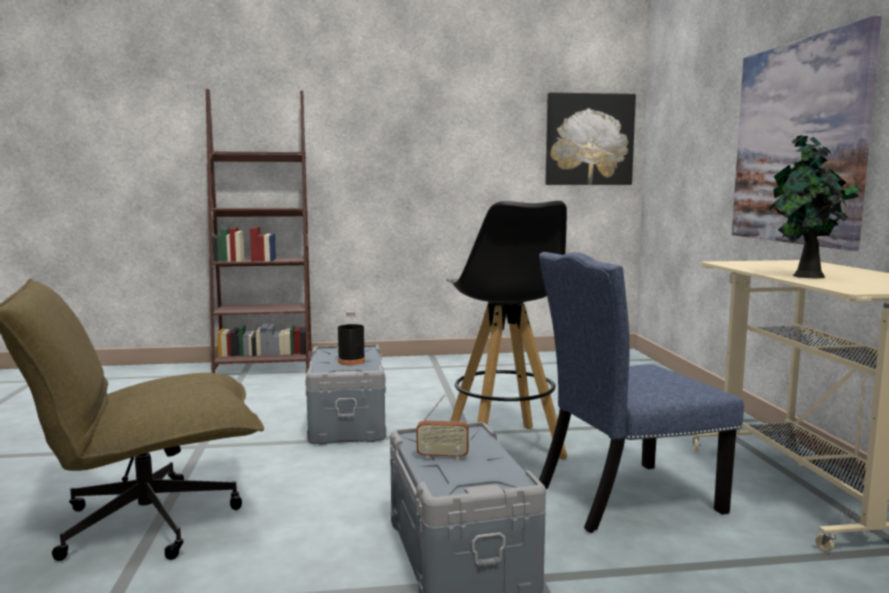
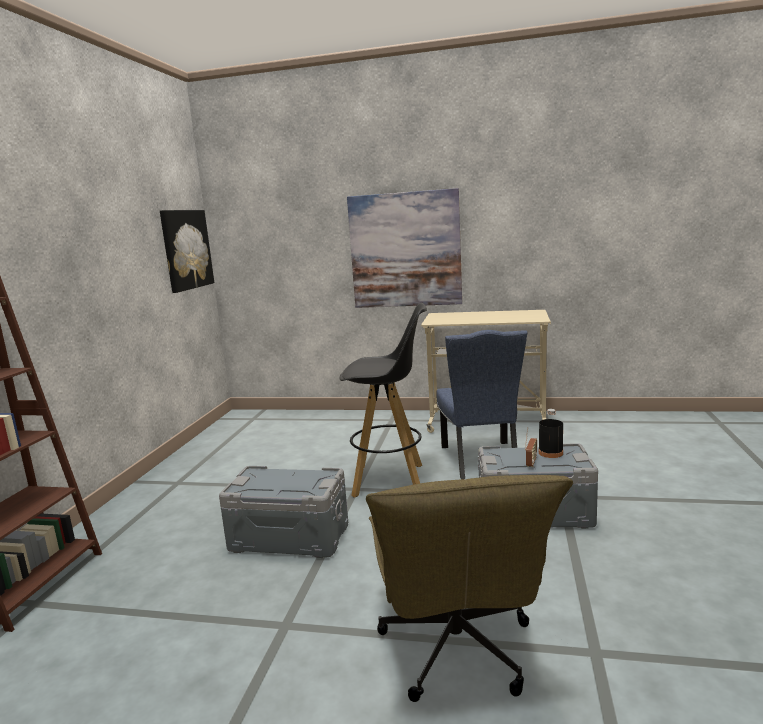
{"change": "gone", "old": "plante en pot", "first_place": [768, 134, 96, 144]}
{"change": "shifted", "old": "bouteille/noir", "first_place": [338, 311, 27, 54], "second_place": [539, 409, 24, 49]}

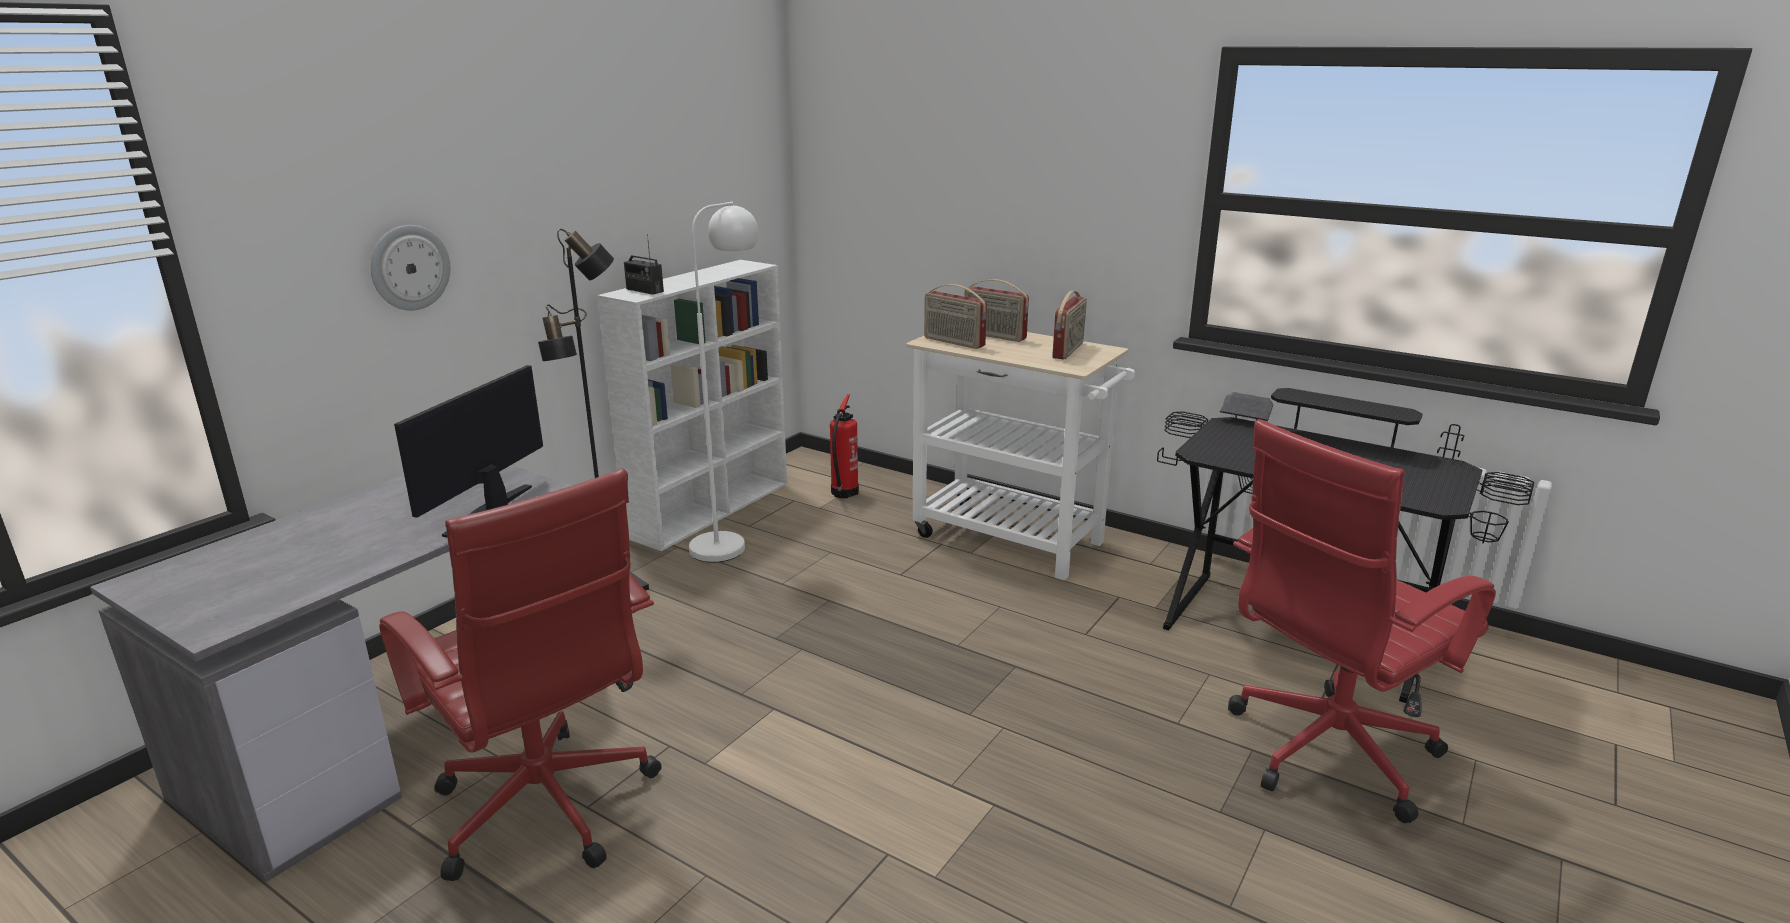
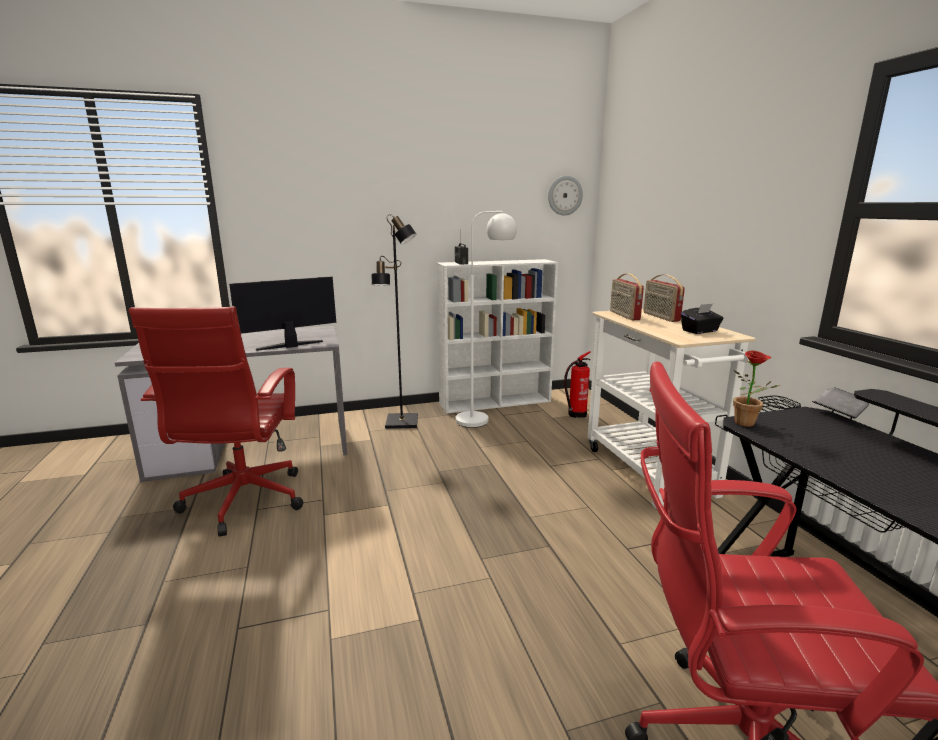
{"change": "shifted", "old": "horloge murale", "first_place": [370, 225, 80, 86], "second_place": [548, 176, 35, 40]}
{"change": "swapped", "old": "radio", "new": "boîte à mouchoirs/noir", "first_place": [1052, 291, 35, 68], "second_place": [681, 304, 43, 30]}
{"change": "new", "new": "plante en pot", "second_place": [733, 350, 47, 77]}

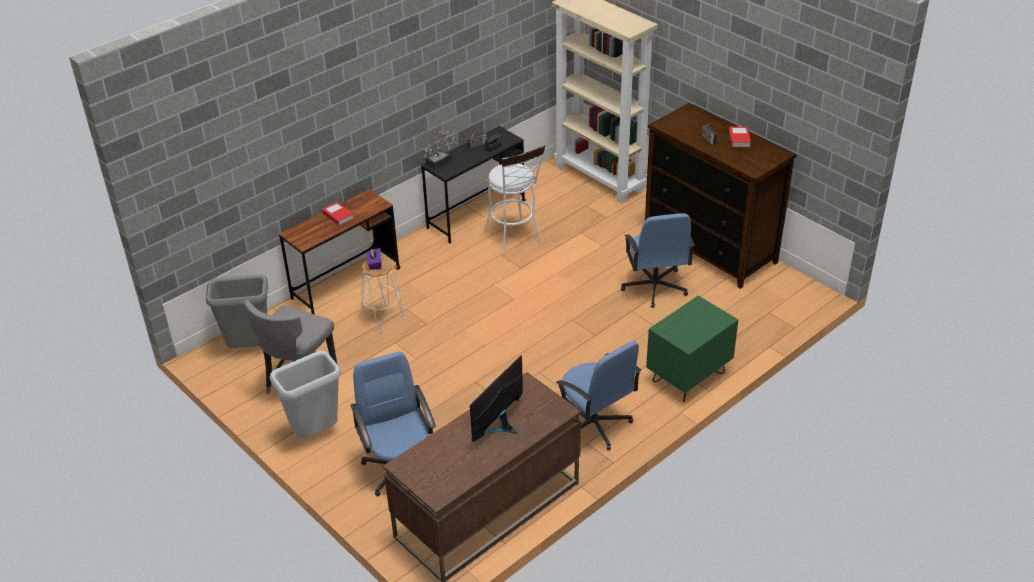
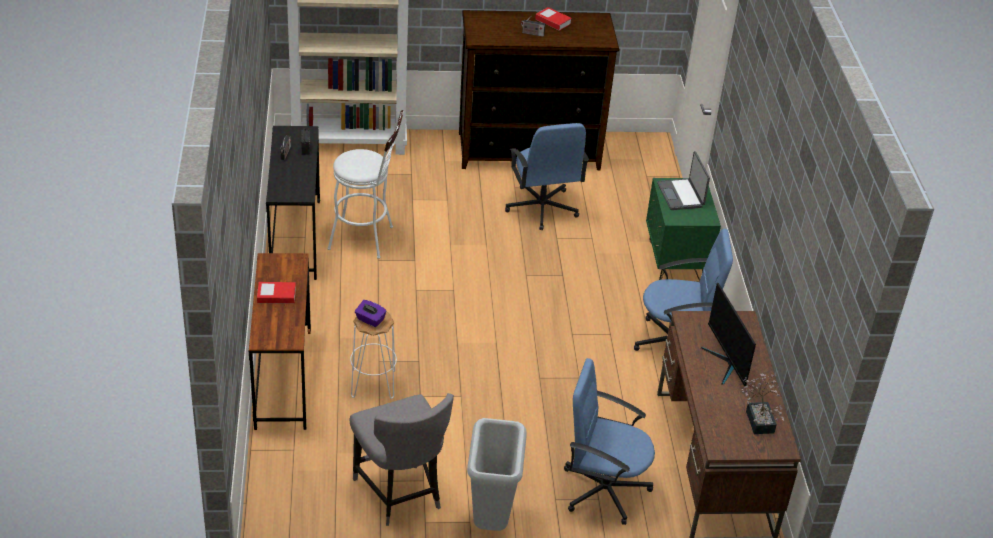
{"change": "shifted", "old": "plante en pot", "first_place": [424, 131, 32, 39], "second_place": [742, 374, 42, 60]}
{"change": "rotated", "old": "chaise de bureau/bleu", "first_place": [621, 213, 74, 95], "second_place": [505, 123, 84, 107], "degrees": 45}
{"change": "gone", "old": "poubelle/gris", "first_place": [206, 274, 62, 74]}
{"change": "new", "new": "ordinateur portable", "second_place": [657, 151, 53, 59]}

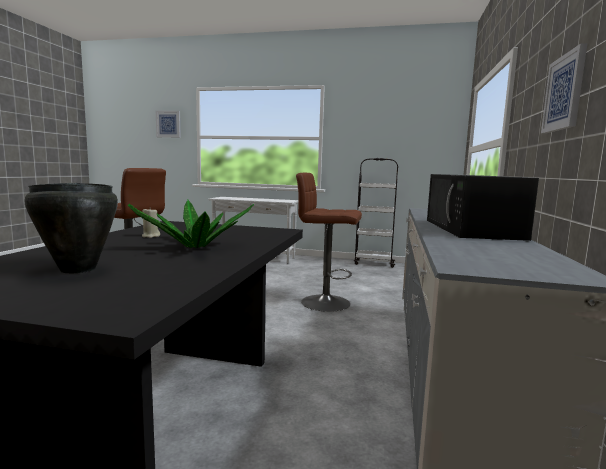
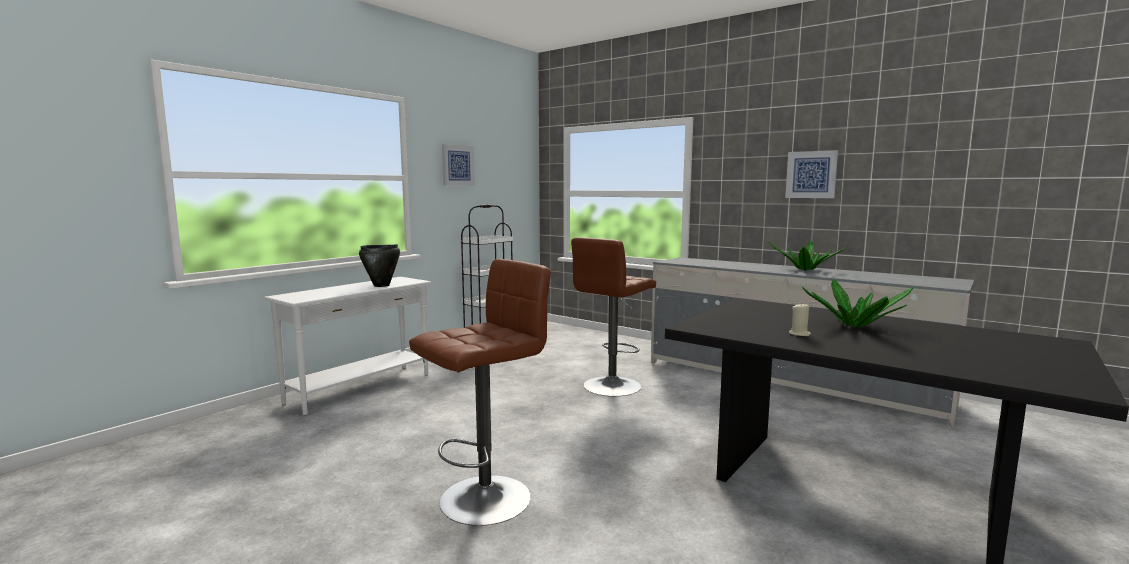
{"change": "shifted", "old": "tableau", "first_place": [156, 111, 25, 27], "second_place": [442, 144, 33, 42]}
{"change": "swapped", "old": "micro-ondes/noir", "new": "plante en pot", "first_place": [427, 174, 112, 67], "second_place": [769, 241, 80, 29]}
{"change": "shifted", "old": "marmite/noir", "first_place": [24, 183, 94, 90], "second_place": [359, 244, 41, 43]}

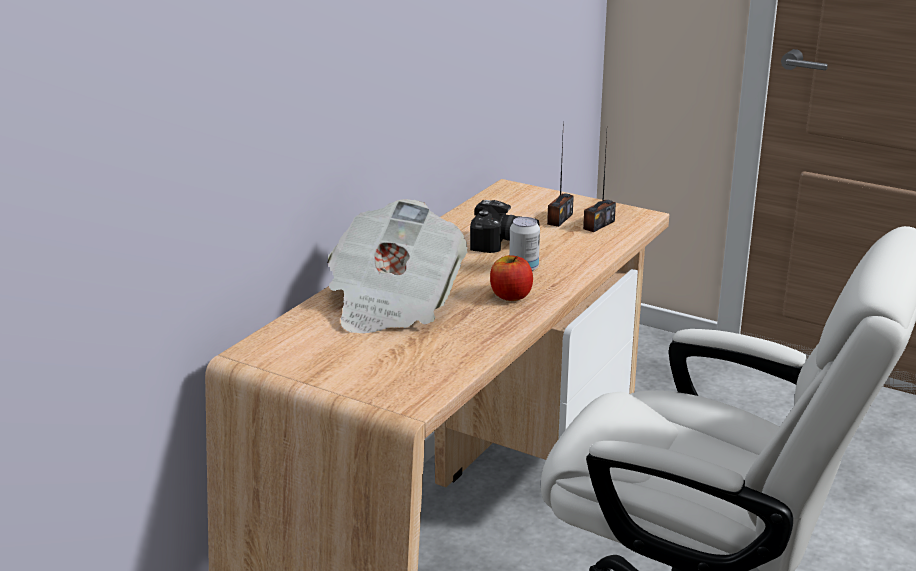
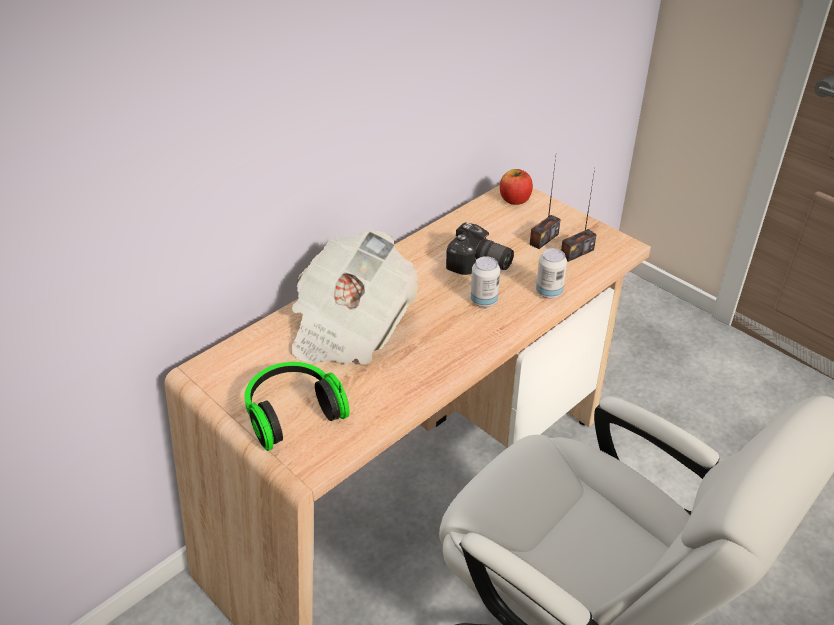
{"change": "shifted", "old": "pomme", "first_place": [490, 255, 43, 46], "second_place": [500, 169, 33, 36]}
{"change": "new", "new": "boîte métallique", "second_place": [536, 248, 31, 51]}
{"change": "new", "new": "casque audio", "second_place": [244, 362, 105, 89]}

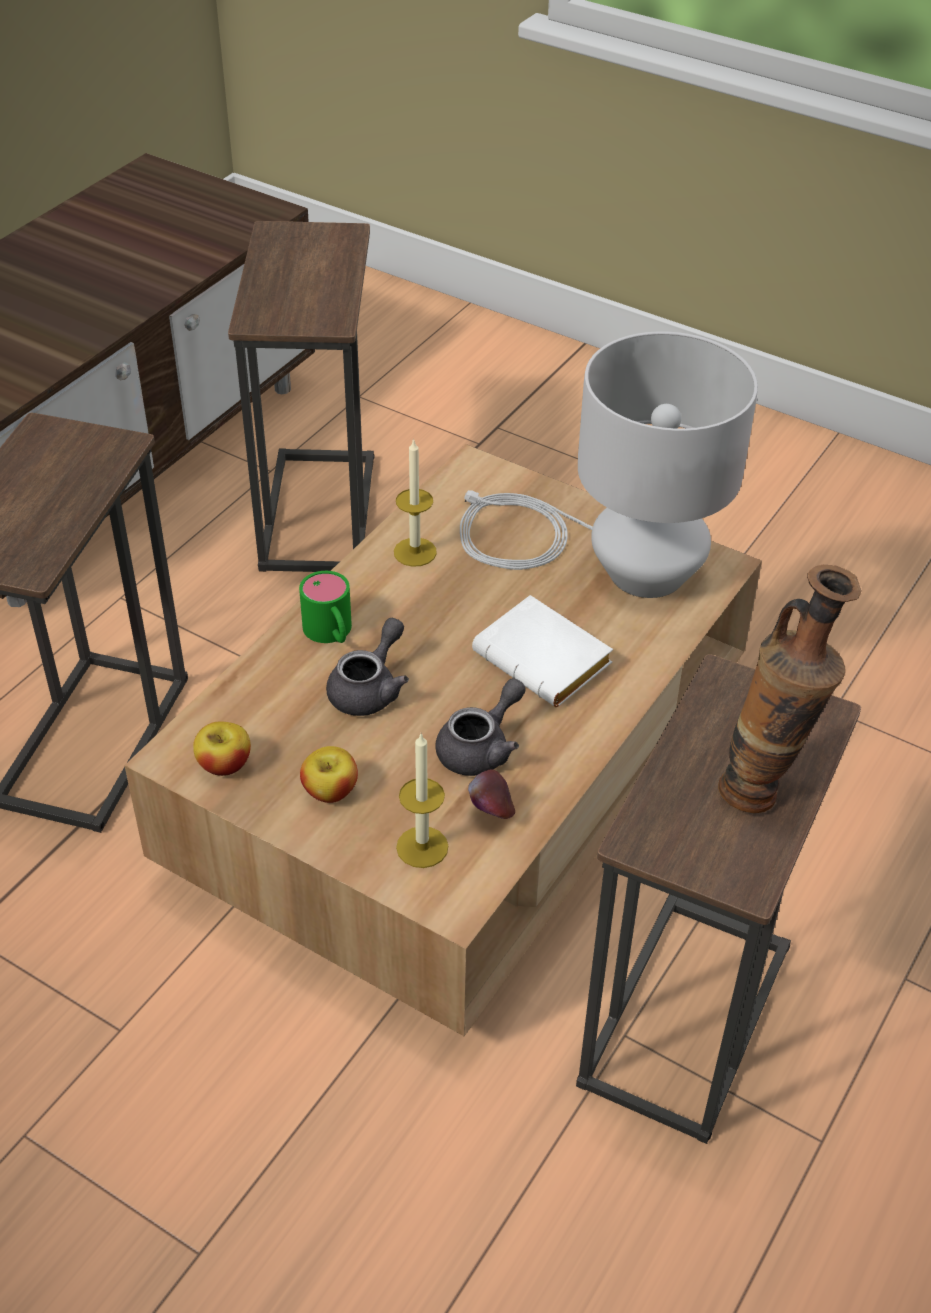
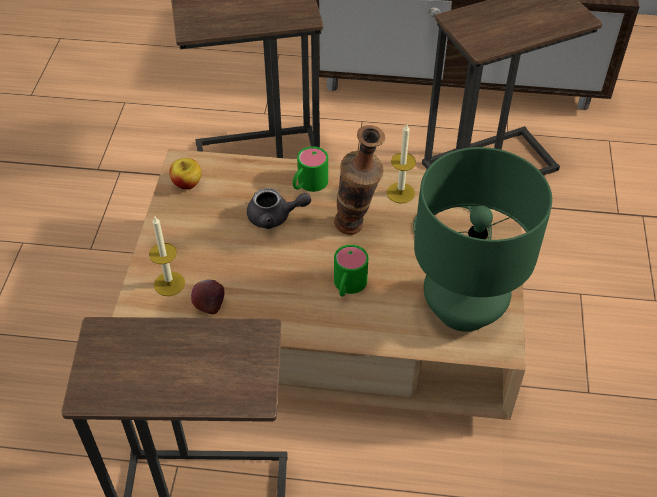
{"change": "repainted", "old": "lampe de table/gris", "new": "lampe de table/vert", "first_place": [460, 331, 298, 267], "second_place": [413, 147, 139, 185]}
{"change": "shifted", "old": "vase", "first_place": [718, 565, 144, 248], "second_place": [334, 125, 51, 110]}
{"change": "swapped", "old": "livre/blanc", "new": "mug/vert", "first_place": [472, 595, 141, 112], "second_place": [334, 245, 34, 52]}
{"change": "gone", "old": "théière/gris", "first_place": [435, 678, 91, 98]}
{"change": "gone", "old": "pomme", "first_place": [300, 746, 58, 57]}

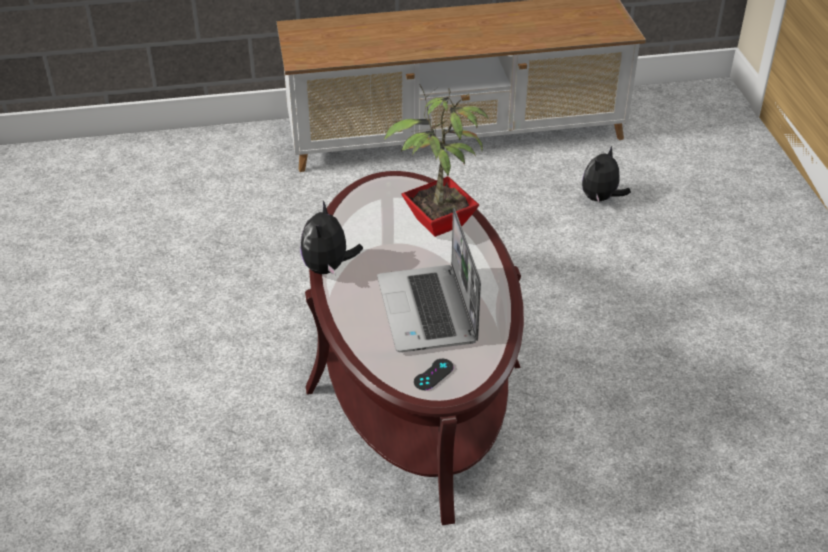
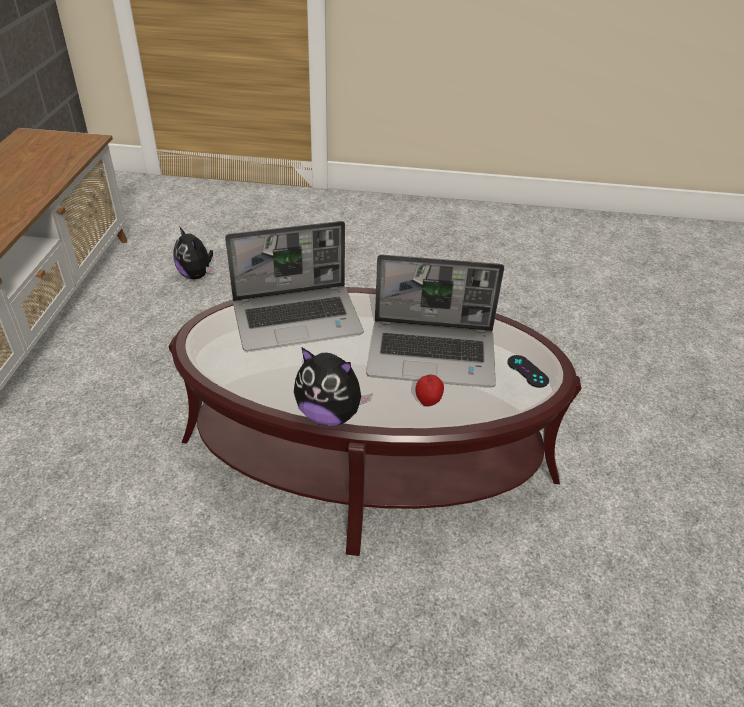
{"change": "swapped", "old": "plante en pot", "new": "ordinateur portable", "first_place": [384, 84, 105, 153], "second_place": [225, 221, 138, 130]}
{"change": "new", "new": "pomme", "second_place": [415, 374, 29, 32]}

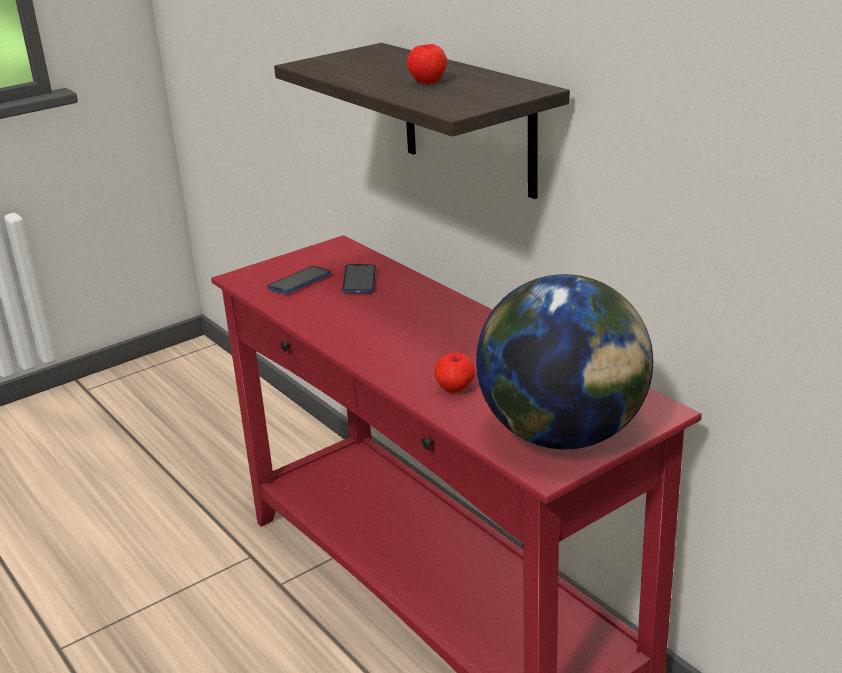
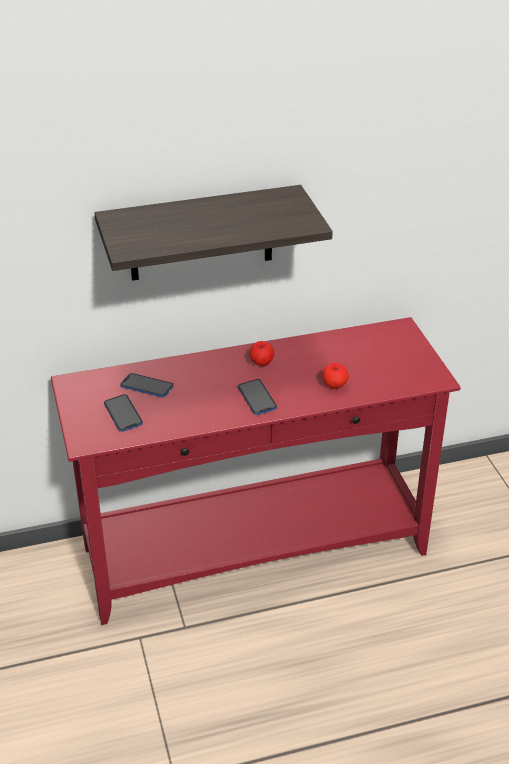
{"change": "shifted", "old": "pomme", "first_place": [407, 44, 40, 40], "second_place": [249, 341, 25, 25]}
{"change": "gone", "old": "globe", "first_place": [476, 274, 177, 175]}
{"change": "new", "new": "téléphone", "second_place": [238, 379, 39, 36]}

